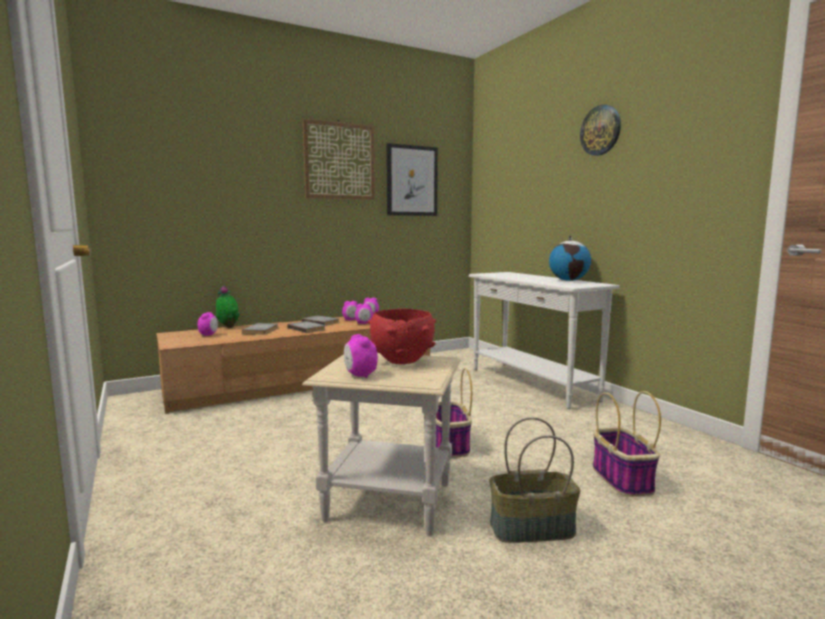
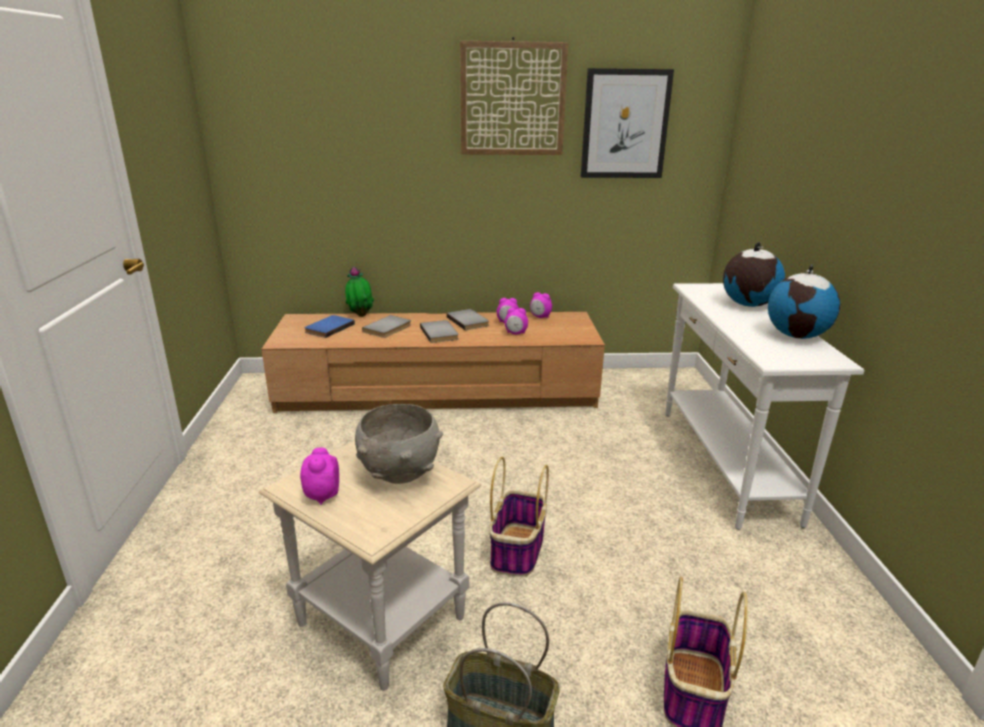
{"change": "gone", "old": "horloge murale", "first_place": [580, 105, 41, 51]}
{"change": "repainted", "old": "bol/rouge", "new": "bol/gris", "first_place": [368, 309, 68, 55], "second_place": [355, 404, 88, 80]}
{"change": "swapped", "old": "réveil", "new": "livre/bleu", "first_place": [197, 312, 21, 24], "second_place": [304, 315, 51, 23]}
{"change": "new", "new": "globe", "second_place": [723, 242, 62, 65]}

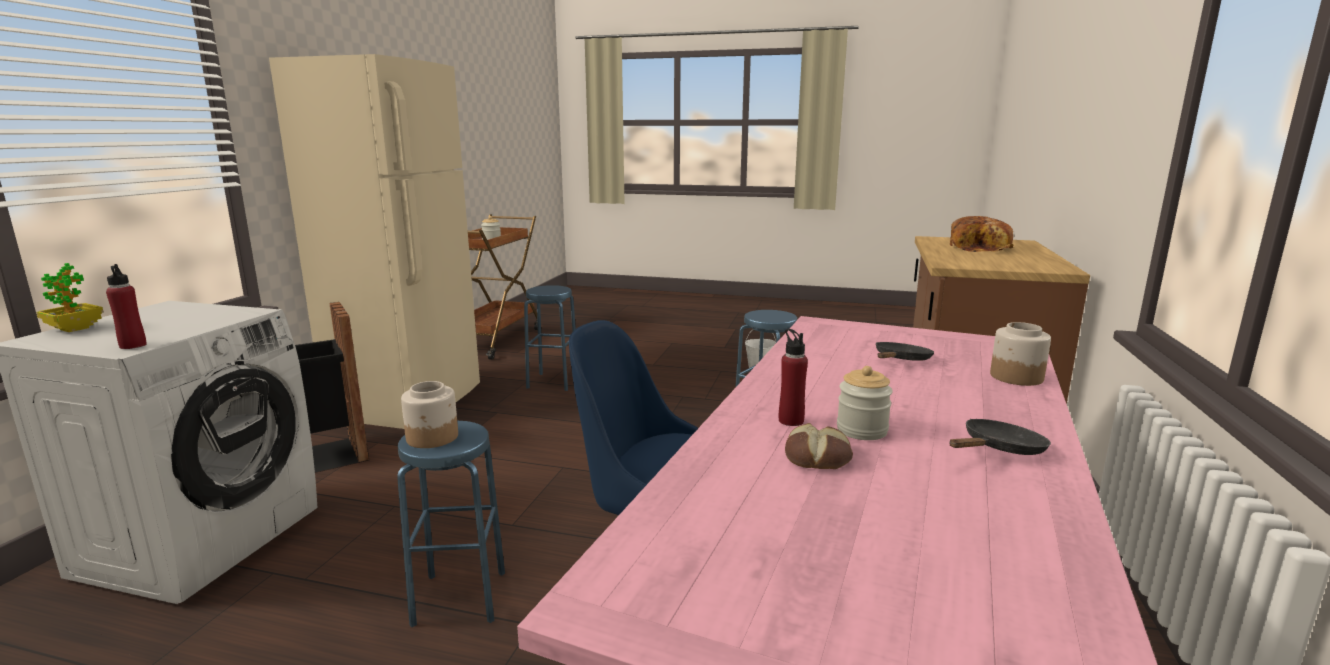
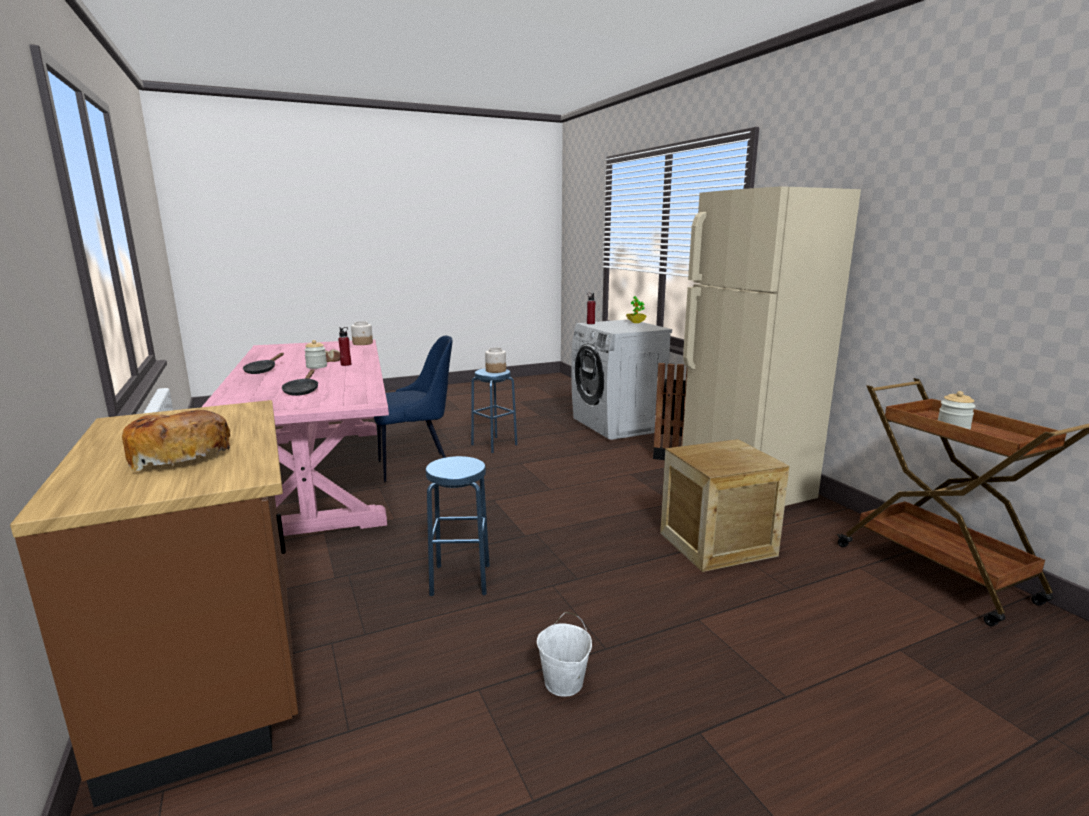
{"change": "swapped", "old": "tabouret/bleu", "new": "caisse", "first_place": [524, 285, 52, 106], "second_place": [660, 439, 130, 133]}
{"change": "shifted", "old": "bocal", "first_place": [990, 322, 61, 64], "second_place": [351, 321, 22, 24]}

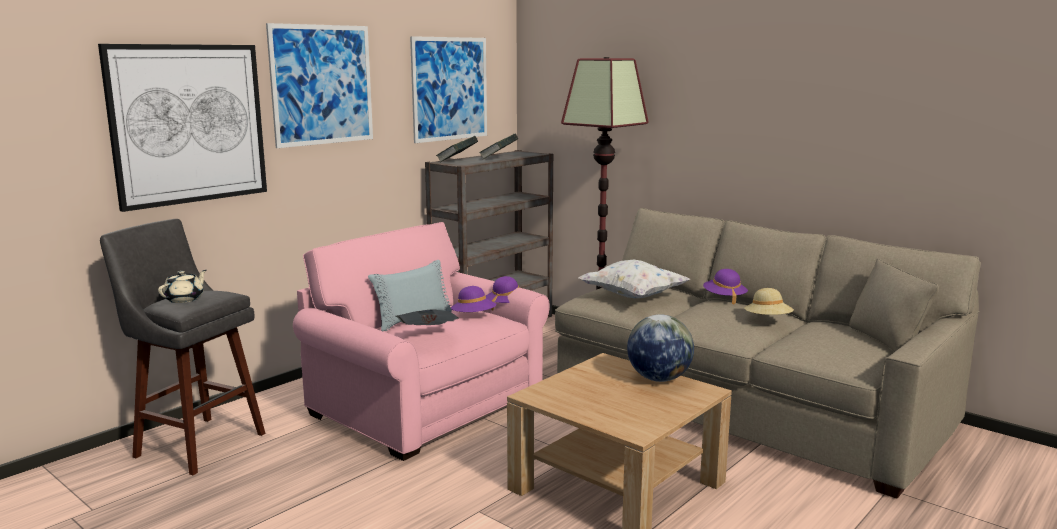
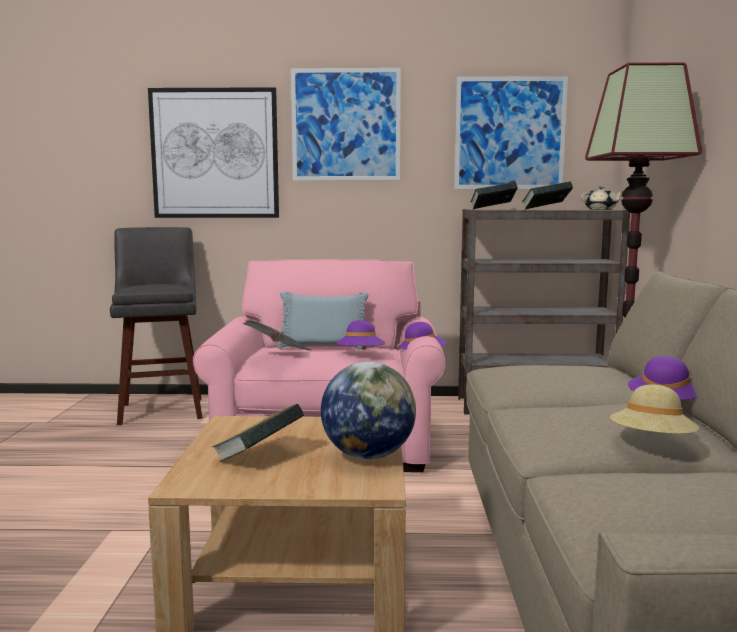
{"change": "gone", "old": "coussin/blanc", "first_place": [578, 260, 113, 38]}
{"change": "shifted", "old": "théière/beige", "first_place": [158, 270, 49, 33], "second_place": [581, 186, 42, 24]}
{"change": "new", "new": "livre", "second_place": [212, 404, 92, 58]}

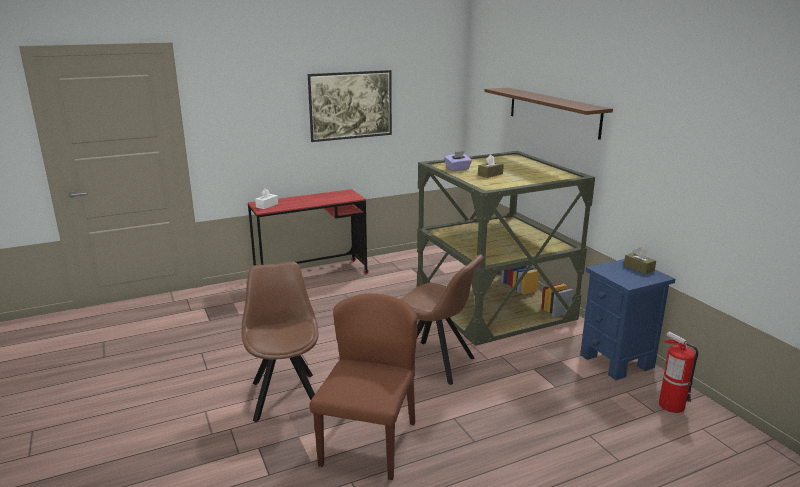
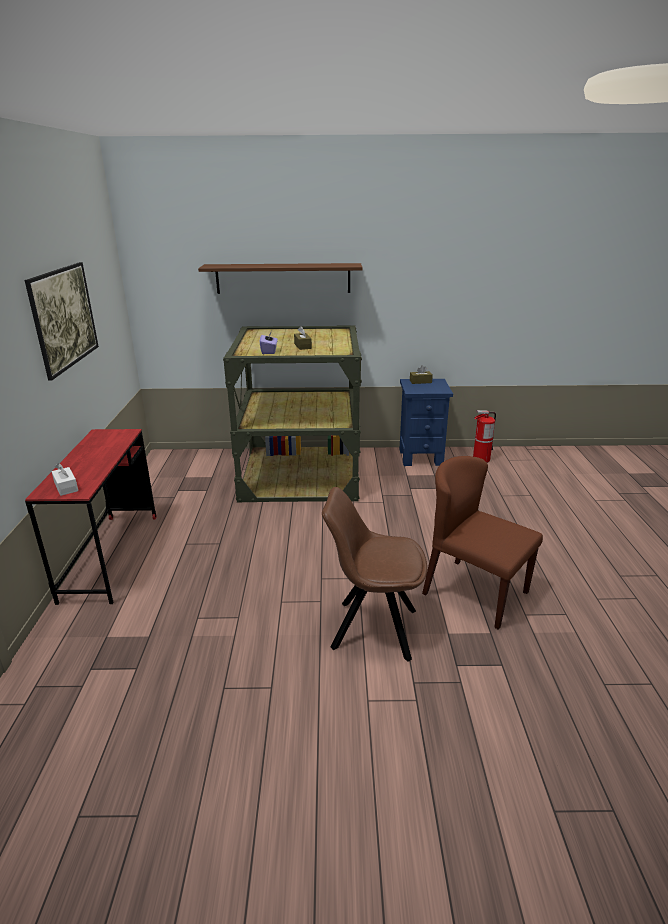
{"change": "gone", "old": "chaise/marron", "first_place": [400, 254, 83, 131]}

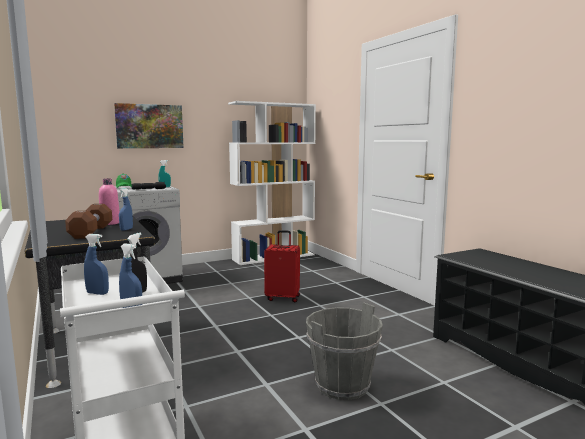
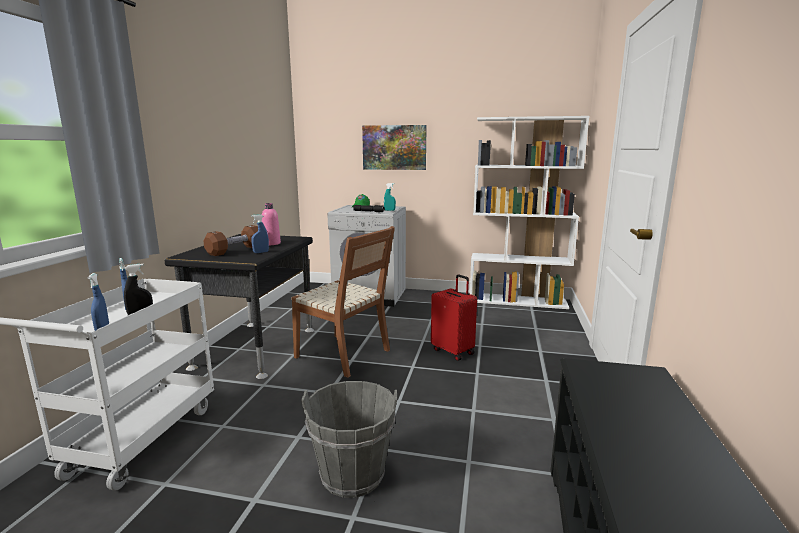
{"change": "new", "new": "chaise", "second_place": [291, 226, 104, 152]}

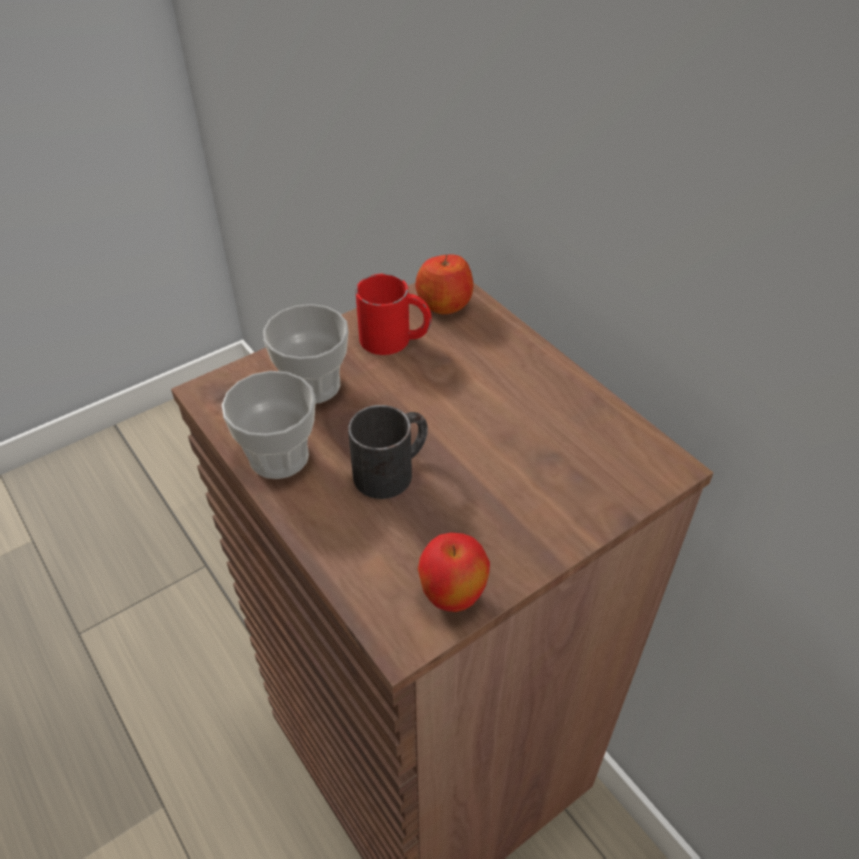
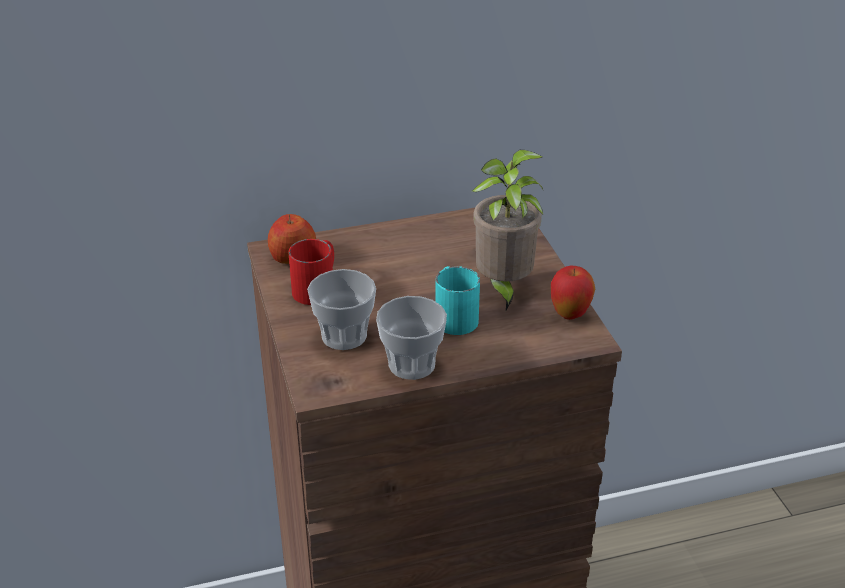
{"change": "repainted", "old": "mug/noir", "new": "mug/turquoise", "first_place": [348, 405, 80, 94], "second_place": [435, 266, 45, 69]}
{"change": "new", "new": "plante en pot", "second_place": [472, 150, 71, 160]}

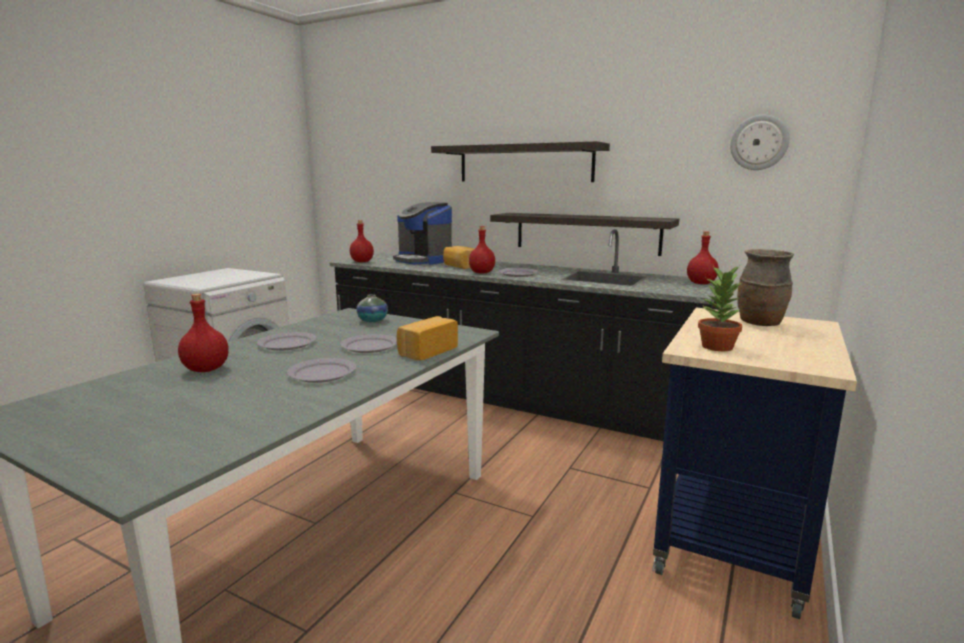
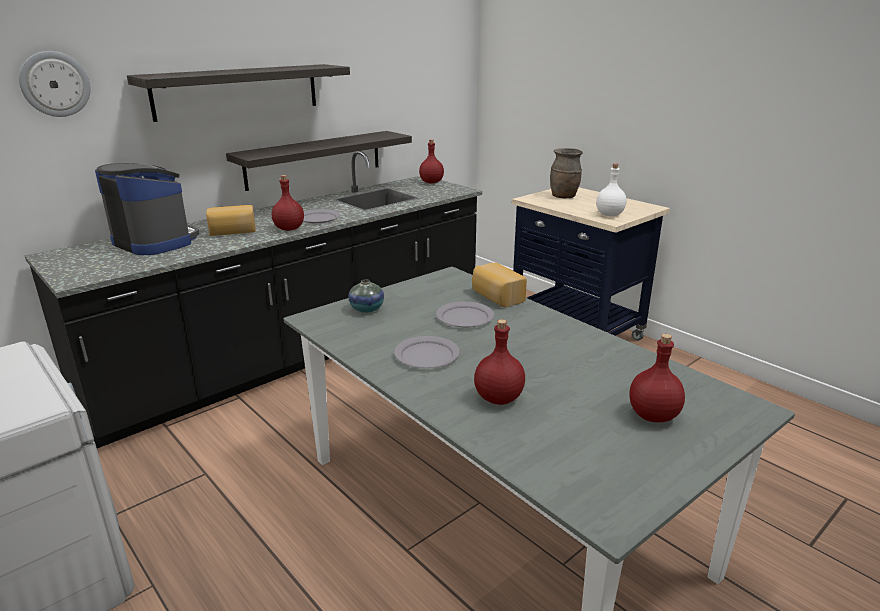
{"change": "shifted", "old": "horloge murale", "first_place": [730, 115, 59, 55], "second_place": [19, 51, 72, 66]}
{"change": "rotated", "old": "machine à café", "first_place": [393, 202, 59, 62], "second_place": [95, 163, 105, 92], "degrees": -120}
{"change": "shifted", "old": "bouteille/rouge", "first_place": [350, 220, 24, 42], "second_place": [630, 334, 55, 89]}
{"change": "swapped", "old": "plante en pot", "new": "bouteille/blanc", "first_place": [698, 266, 45, 85], "second_place": [596, 164, 31, 52]}
{"change": "gone", "old": "assiette/gris", "first_place": [287, 358, 69, 25]}

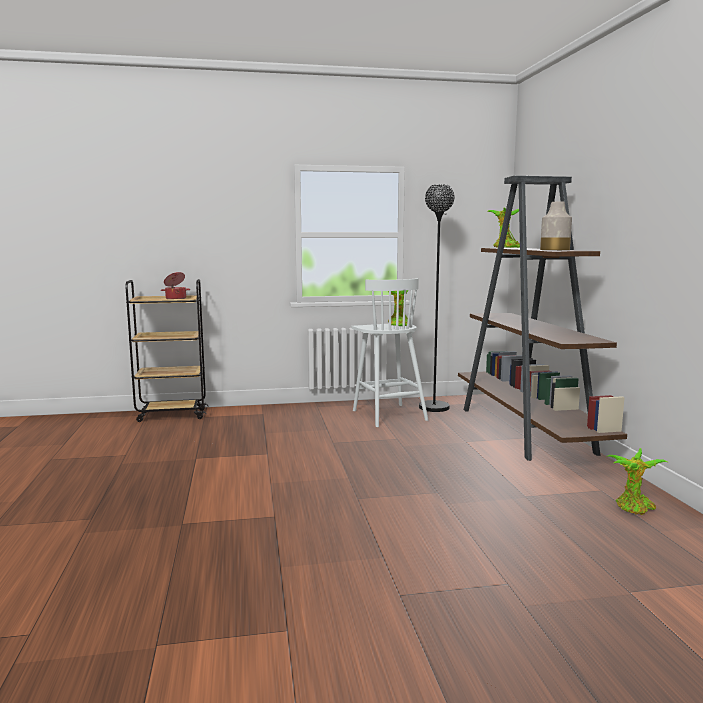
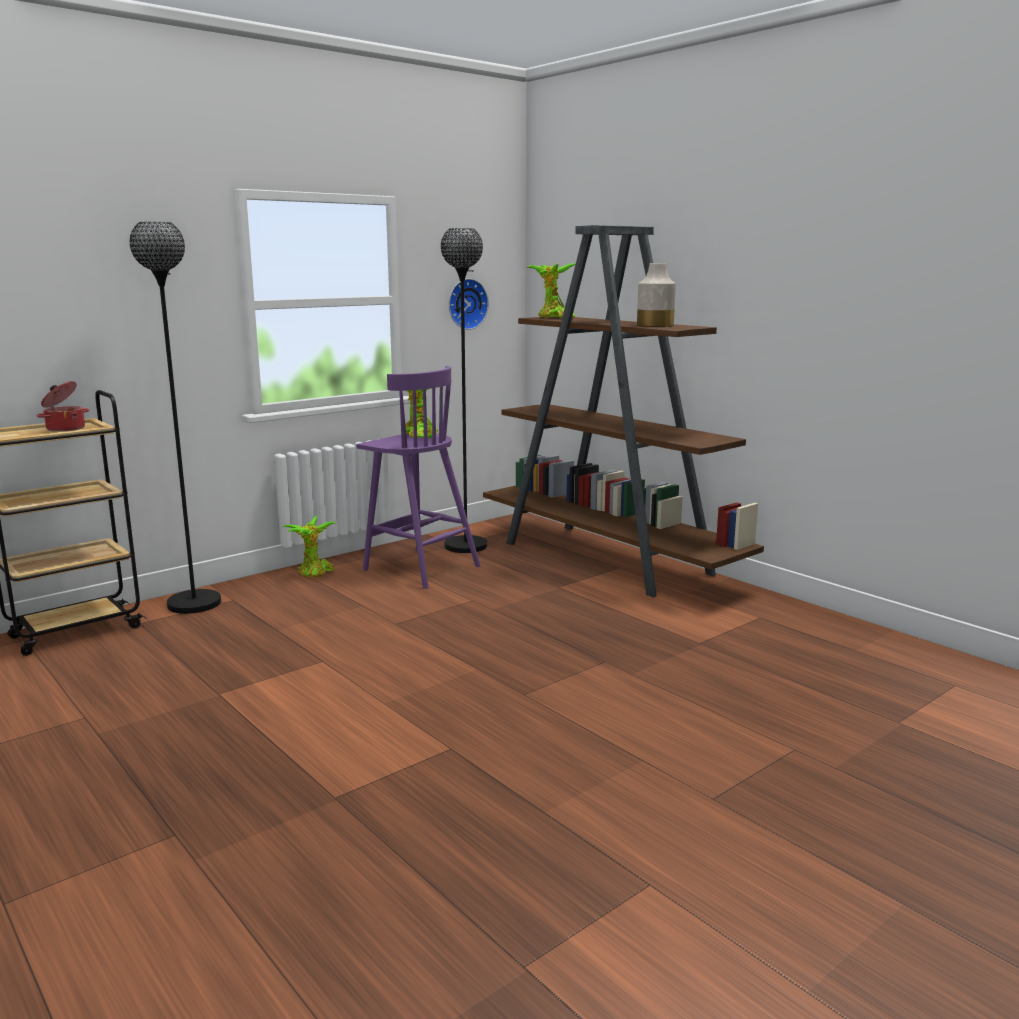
{"change": "repainted", "old": "tabouret/blanc", "new": "tabouret/violet", "first_place": [352, 278, 76, 149], "second_place": [356, 366, 124, 223]}
{"change": "shifted", "old": "plante en pot", "first_place": [608, 448, 59, 67], "second_place": [283, 515, 53, 63]}
{"change": "new", "new": "lampadaire/noir", "second_place": [130, 222, 91, 392]}
{"change": "new", "new": "horloge murale", "second_place": [449, 278, 40, 52]}

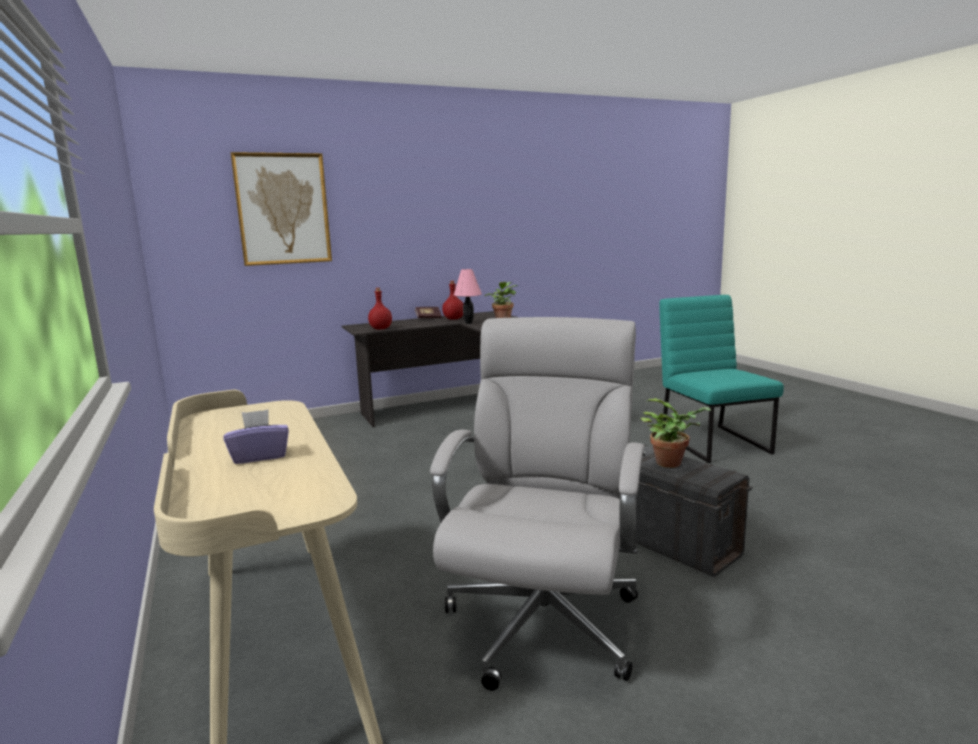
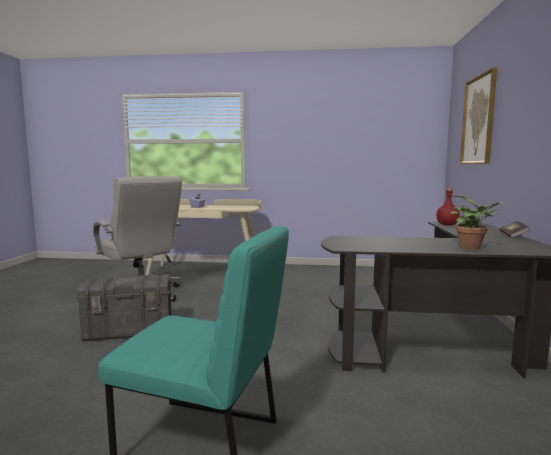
{"change": "gone", "old": "lampe de table/rose", "first_place": [454, 269, 28, 55]}
{"change": "gone", "old": "bouteille/rouge", "first_place": [442, 281, 21, 39]}
{"change": "gone", "old": "plante en pot", "first_place": [640, 398, 71, 70]}

